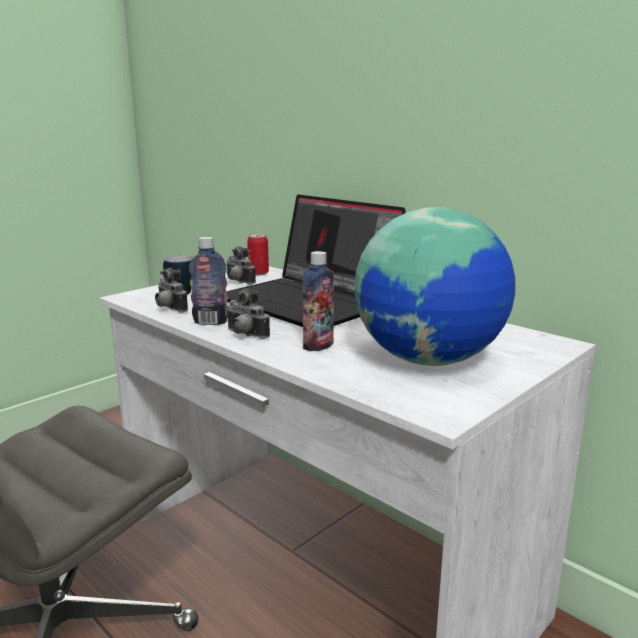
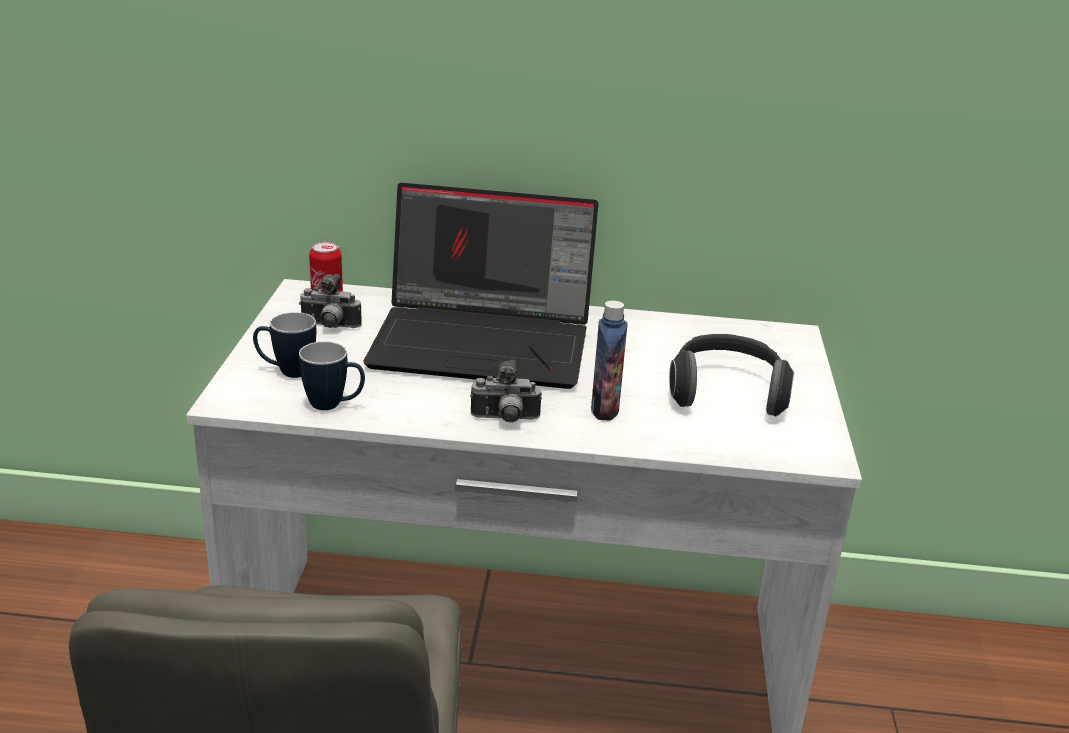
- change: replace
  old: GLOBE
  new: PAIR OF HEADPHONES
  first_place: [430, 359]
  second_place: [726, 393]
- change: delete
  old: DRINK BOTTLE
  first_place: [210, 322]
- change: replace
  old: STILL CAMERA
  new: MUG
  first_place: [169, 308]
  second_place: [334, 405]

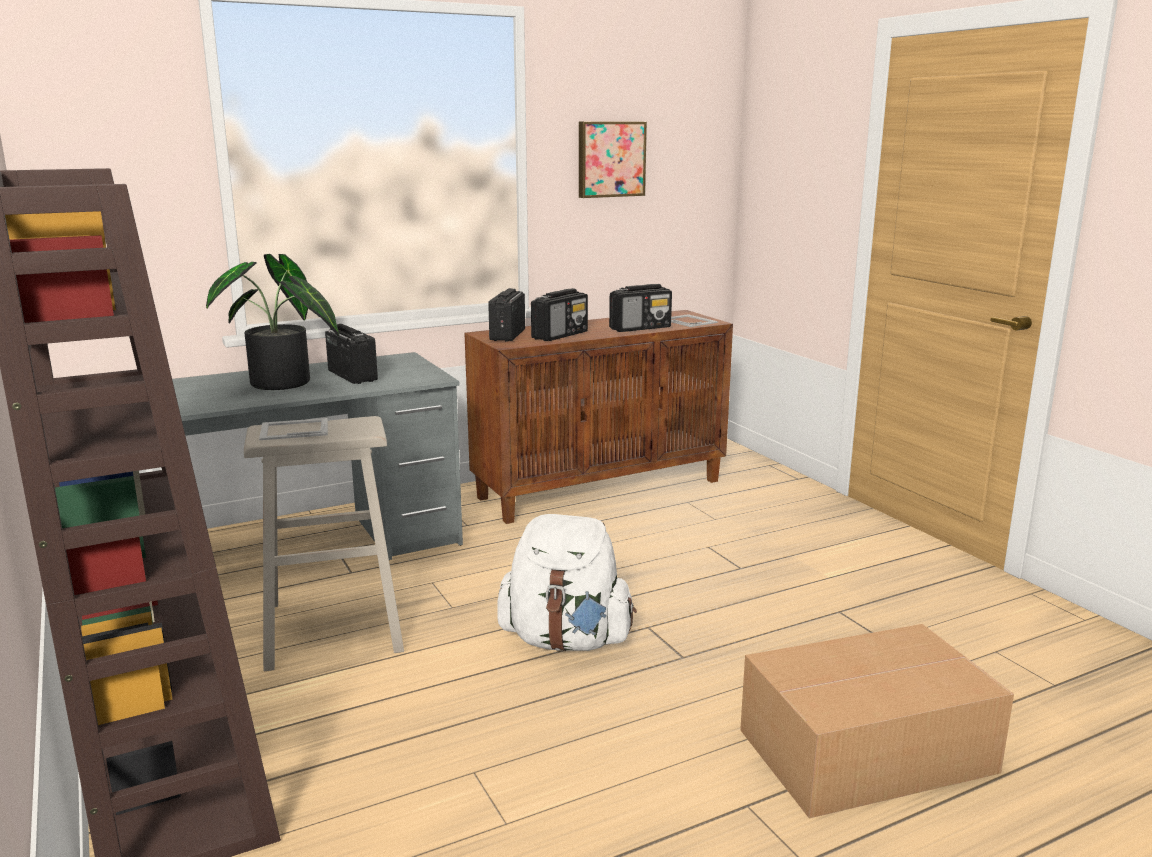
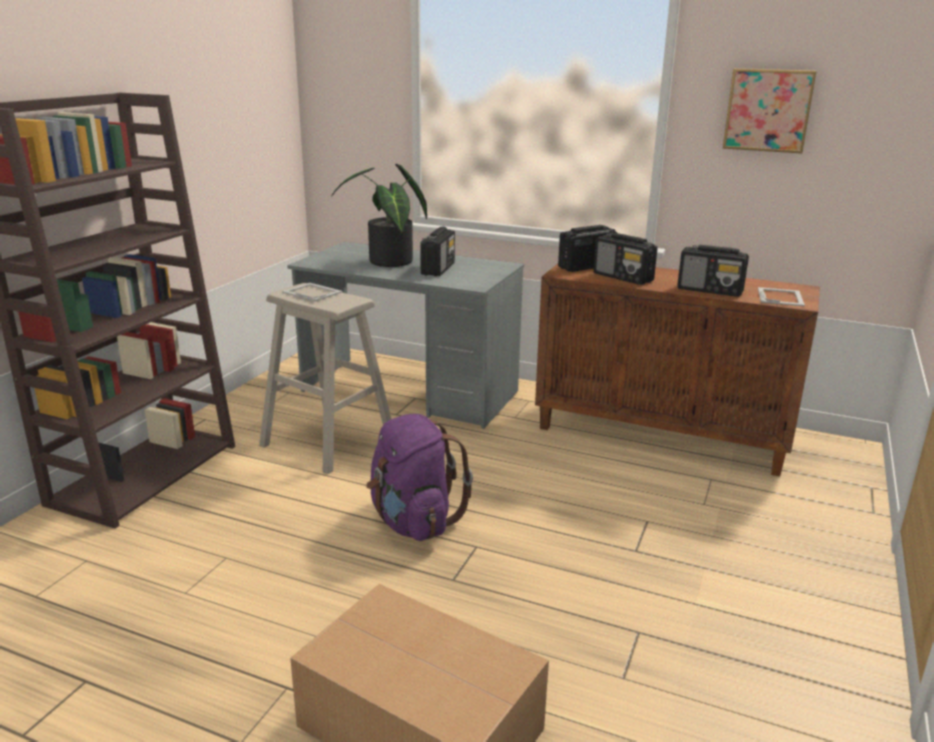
- change: rotate
  old: RADIO RECEIVER
  first_place: [560, 335]
  second_place: [623, 278]
  degrees: 45
- change: recolor
  old: WHITE-COLOURED RUCKSACK
  new: PURPLE RUCKSACK
  first_place: [566, 640]
  second_place: [413, 522]

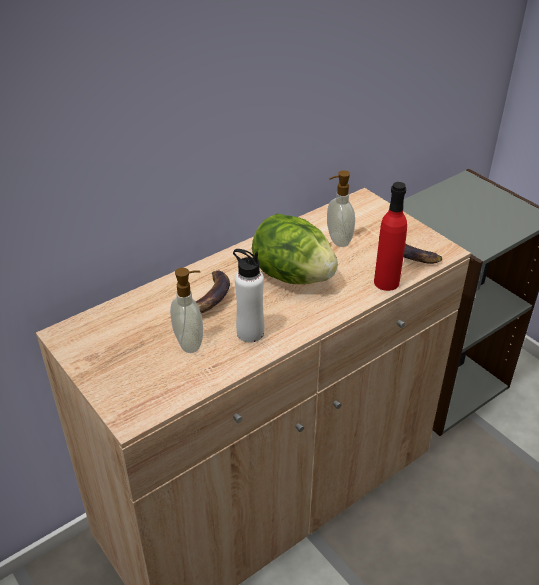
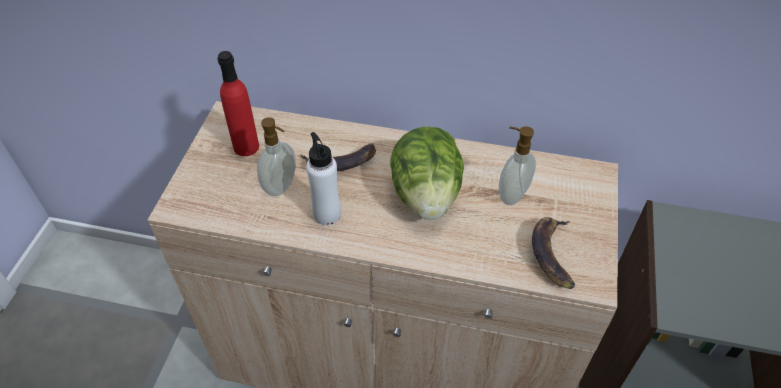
- change: move
  old: RED DRINK BOTTLE
  first_place: [386, 282]
  second_place: [246, 147]

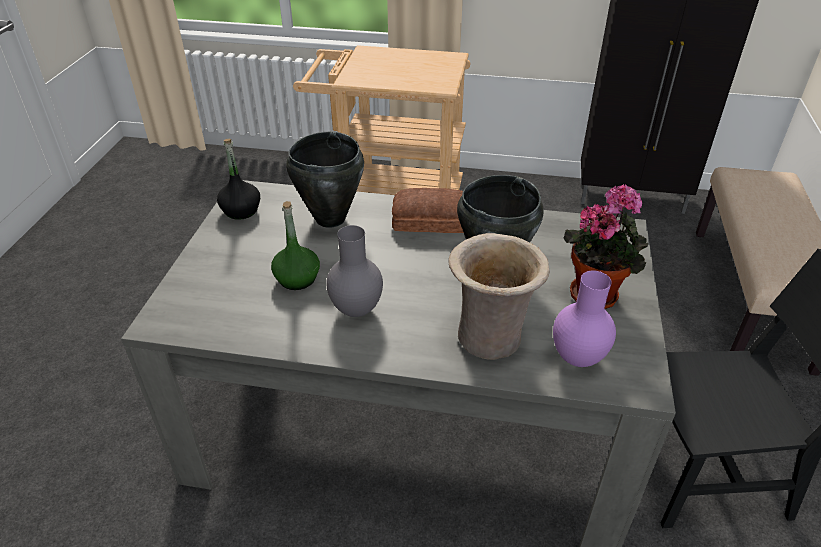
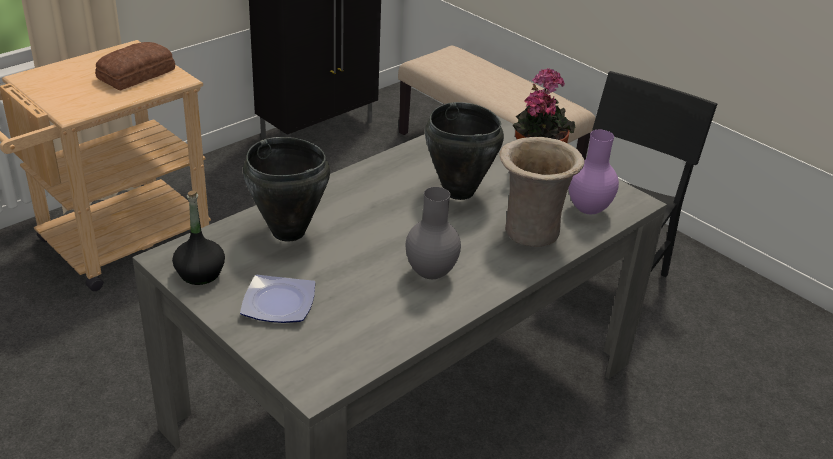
- change: move
  old: BREAD
  first_place: [433, 221]
  second_place: [138, 74]
- change: delete
  old: GREEN-COLOURED DRINK BOTTLE
  first_place: [297, 279]
- change: insert
  new: FLAT DISH
  second_place: [280, 302]

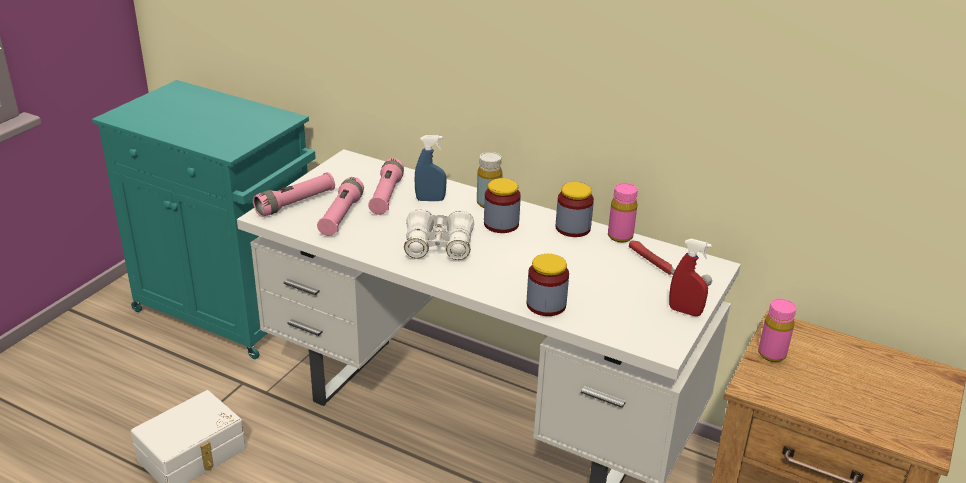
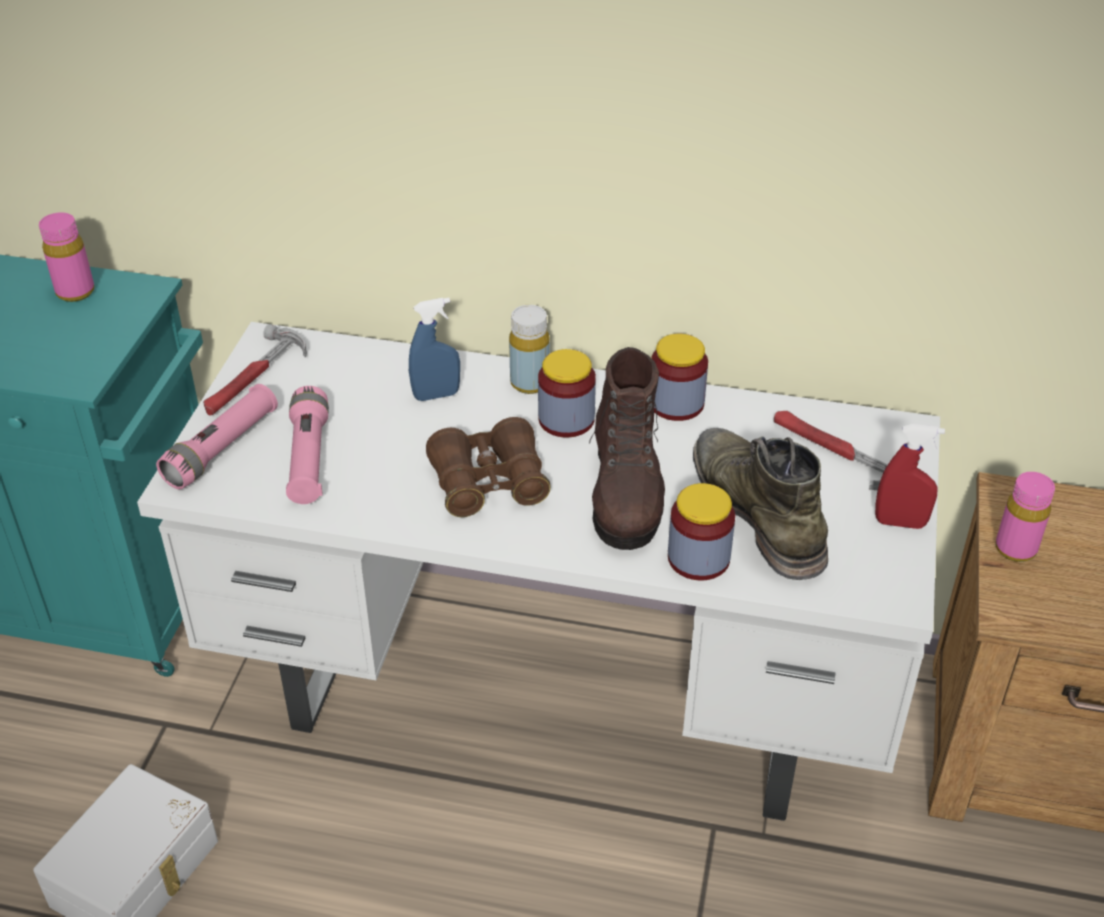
- change: delete
  old: PINKISH FLASHLIGHT
  first_place: [386, 196]
- change: move
  old: PINKISH DRINK BOTTLE
  first_place: [620, 236]
  second_place: [75, 292]
- change: recolor
  old: WHITE-COLOURED PAIR OF BINOCULARS
  new: BROWN-COLOURED PAIR OF BINOCULARS
  first_place: [438, 246]
  second_place: [489, 483]
- change: insert
  new: HAMMER
  second_place: [254, 378]
- change: insert
  new: BROWN-COLOURED BOOT
  second_place: [626, 494]
- change: insert
  new: GREEN-COLOURED BOOT
  second_place: [757, 511]

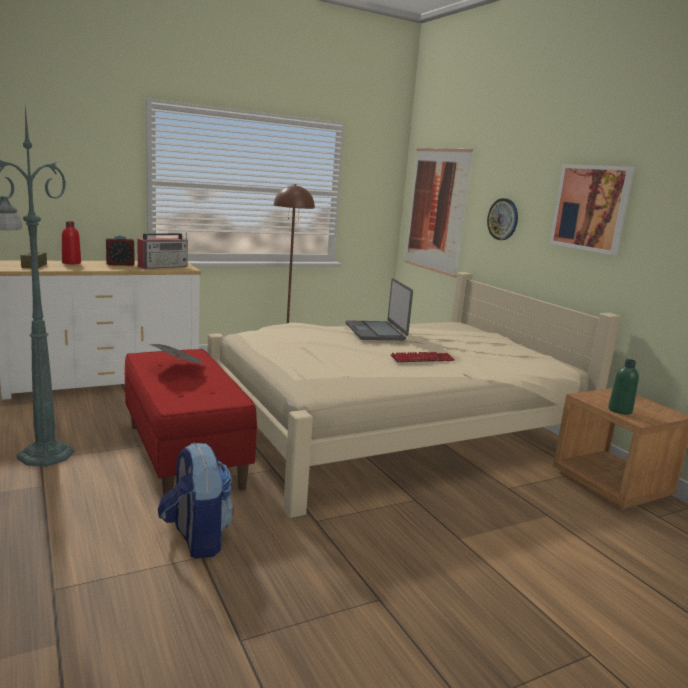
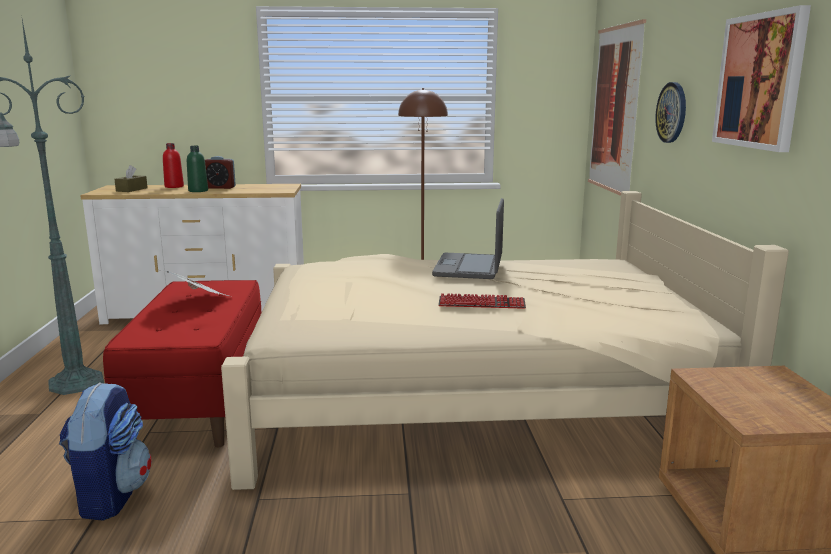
- change: delete
  old: RADIO RECEIVER
  first_place: [164, 266]
- change: move
  old: GREEN-COLOURED DRINK BOTTLE
  first_place: [620, 410]
  second_place: [198, 191]

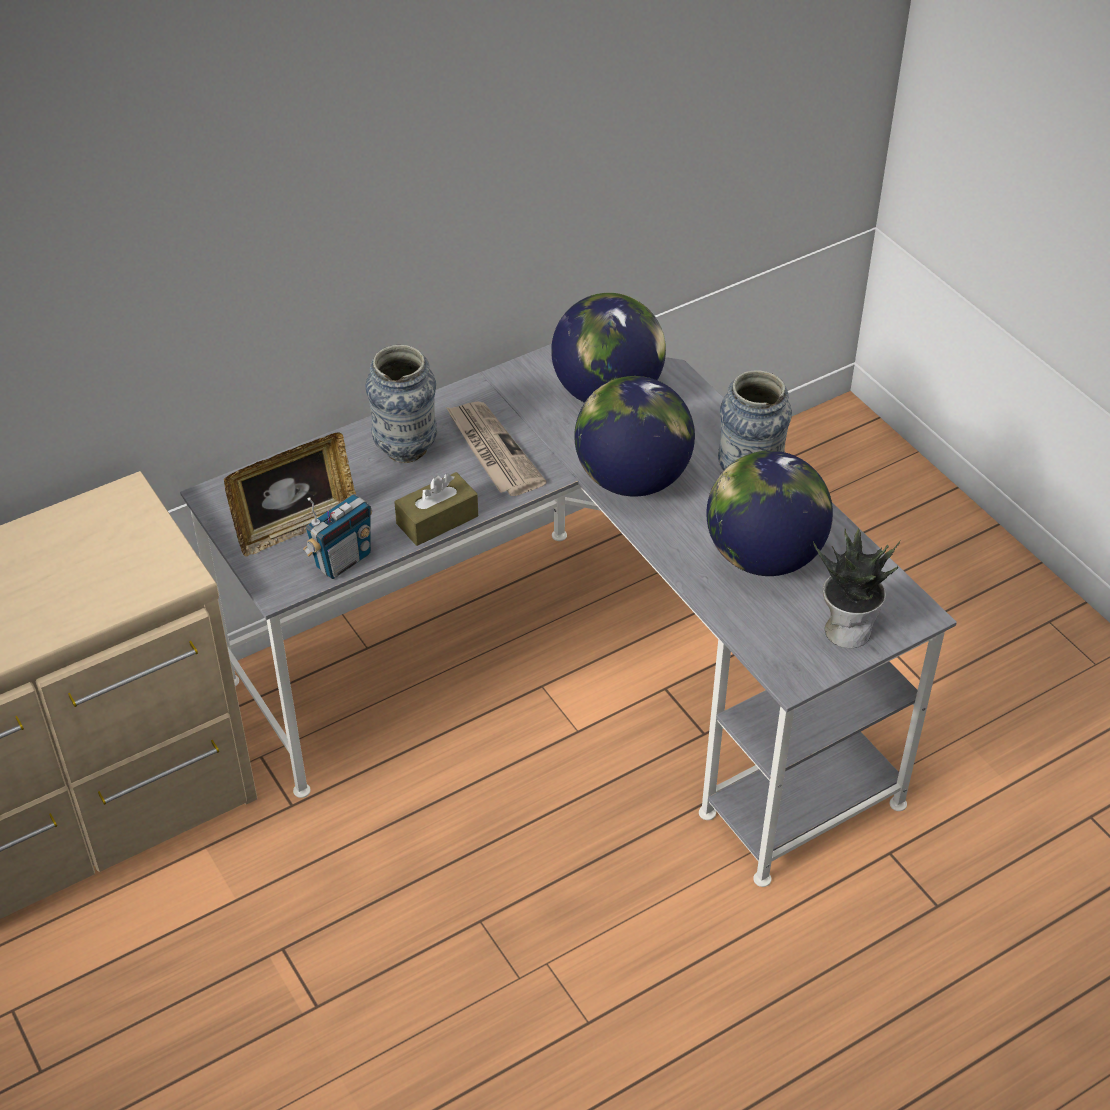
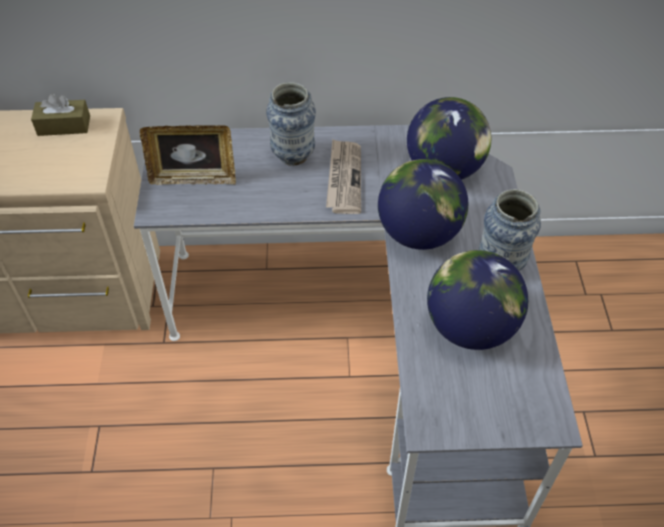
- change: move
  old: BROWN-COLOURED TISSUE HOLDER
  first_place: [437, 520]
  second_place: [64, 126]
- change: delete
  old: RADIO RECEIVER
  first_place: [342, 561]
- change: delete
  old: POTTED PLANT
  first_place: [847, 629]

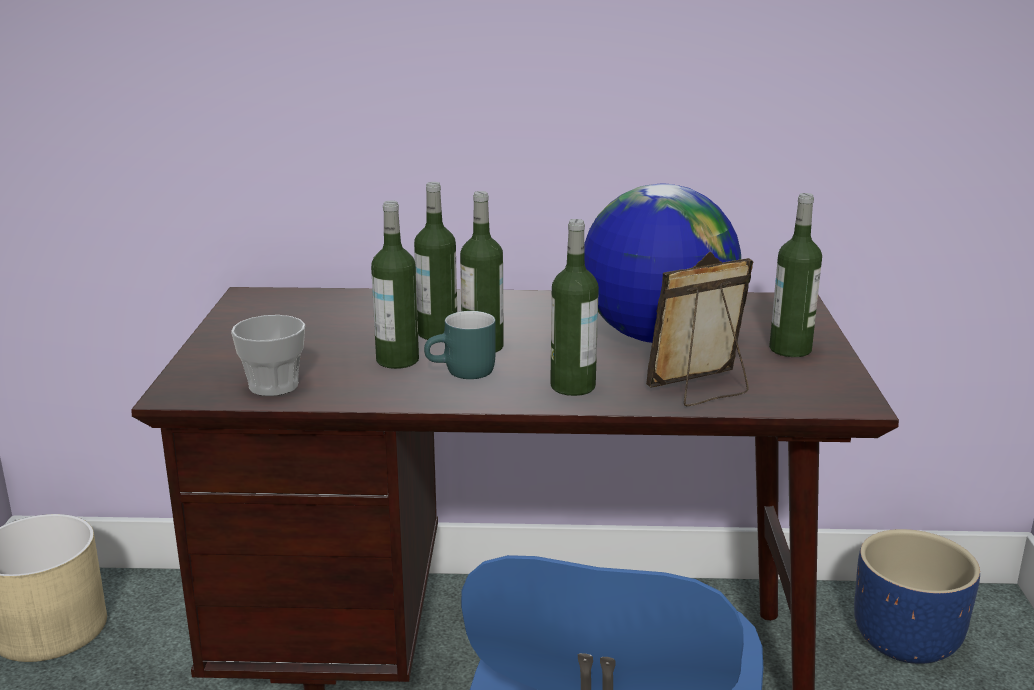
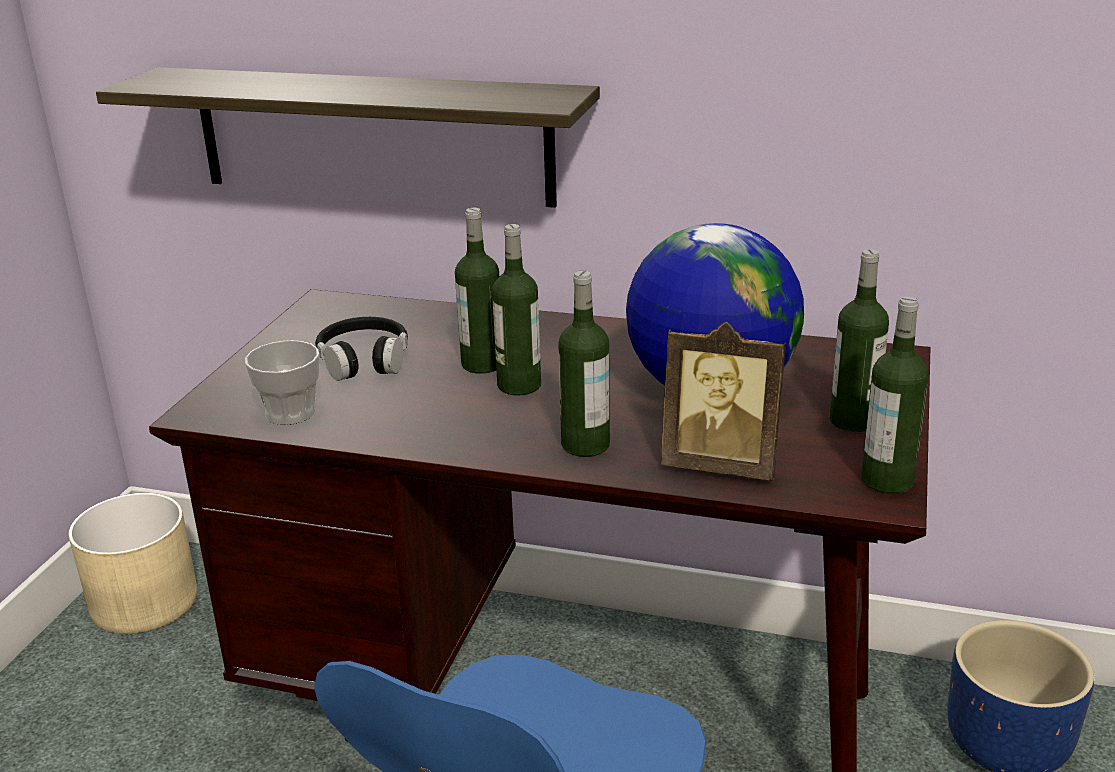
- change: move
  old: DRINK BOTTLE
  first_place: [397, 360]
  second_place: [887, 480]
- change: rotate
  old: PICTURE FRAME
  first_place: [701, 390]
  second_place: [721, 465]
  degrees: -150
- change: delete
  old: BLUE-GREEN MUG
  first_place: [463, 373]
- change: insert
  new: BRACKET SHELF
  second_place: [372, 136]
- change: insert
  new: BLACK PAIR OF HEADPHONES
  second_place: [364, 360]

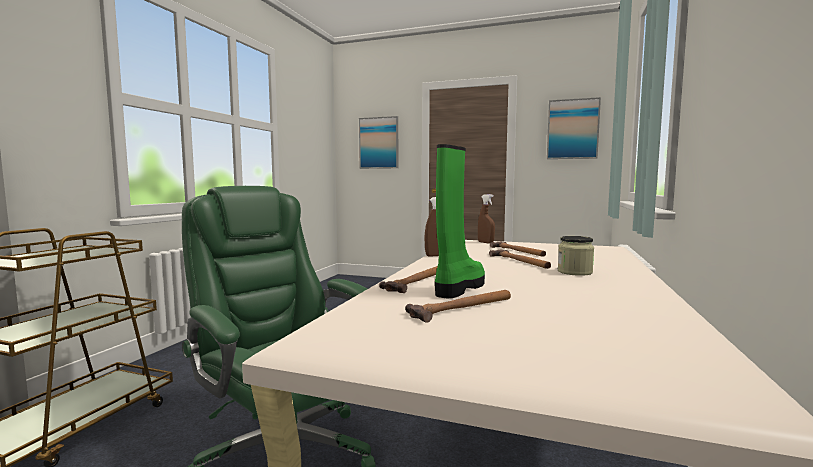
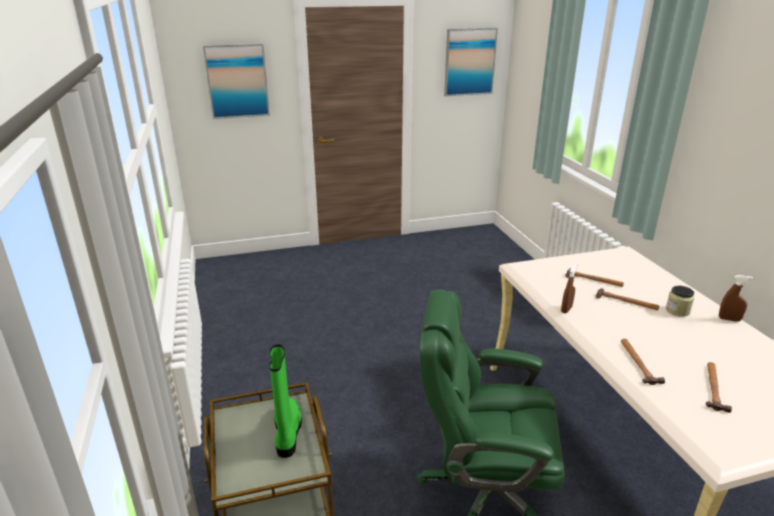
- change: move
  old: GREEN-COLOURED BOOT
  first_place: [459, 288]
  second_place: [287, 433]
- change: move
  old: BROWN-COLOURED SPRAY BOTTLE
  first_place: [485, 242]
  second_place: [729, 319]

